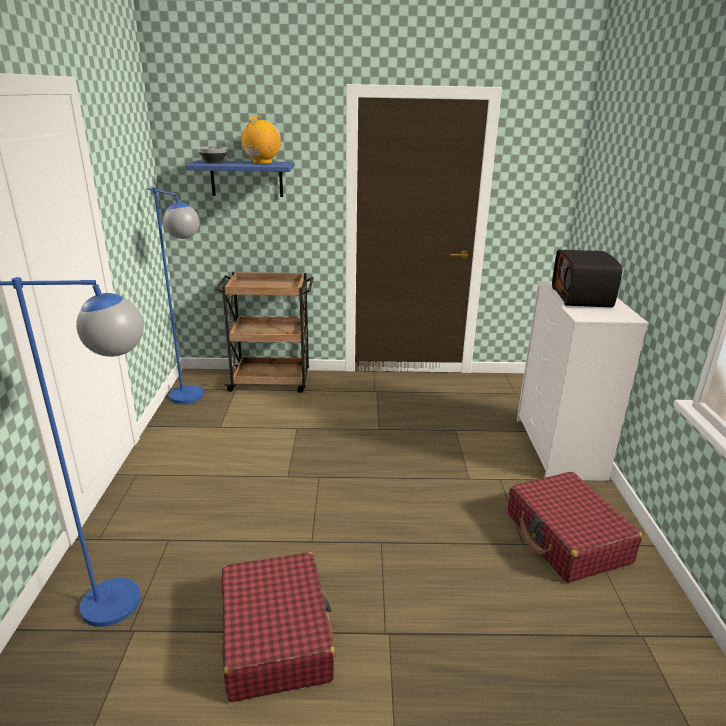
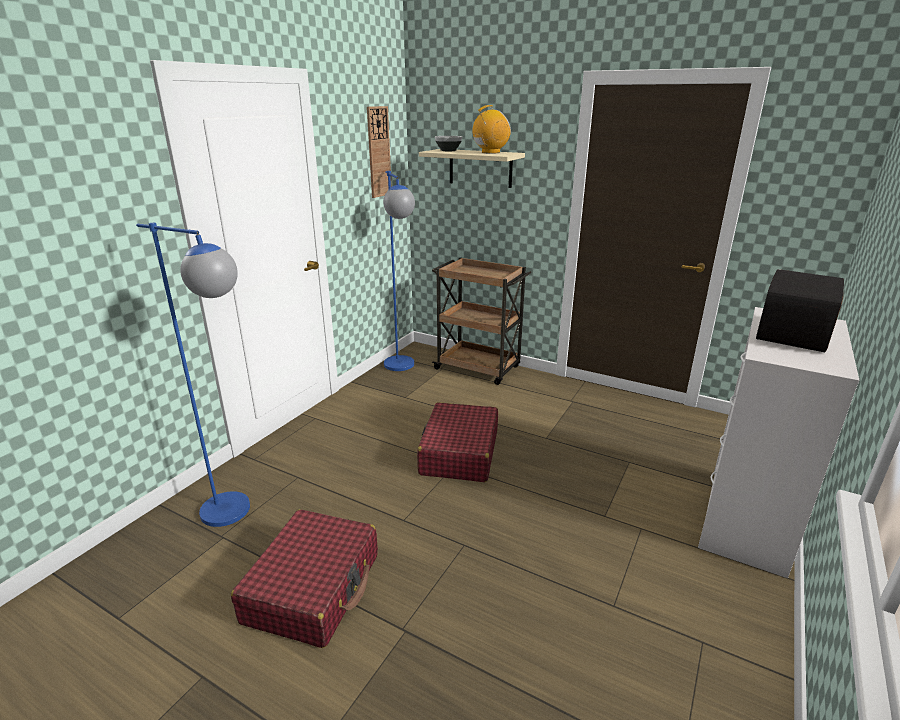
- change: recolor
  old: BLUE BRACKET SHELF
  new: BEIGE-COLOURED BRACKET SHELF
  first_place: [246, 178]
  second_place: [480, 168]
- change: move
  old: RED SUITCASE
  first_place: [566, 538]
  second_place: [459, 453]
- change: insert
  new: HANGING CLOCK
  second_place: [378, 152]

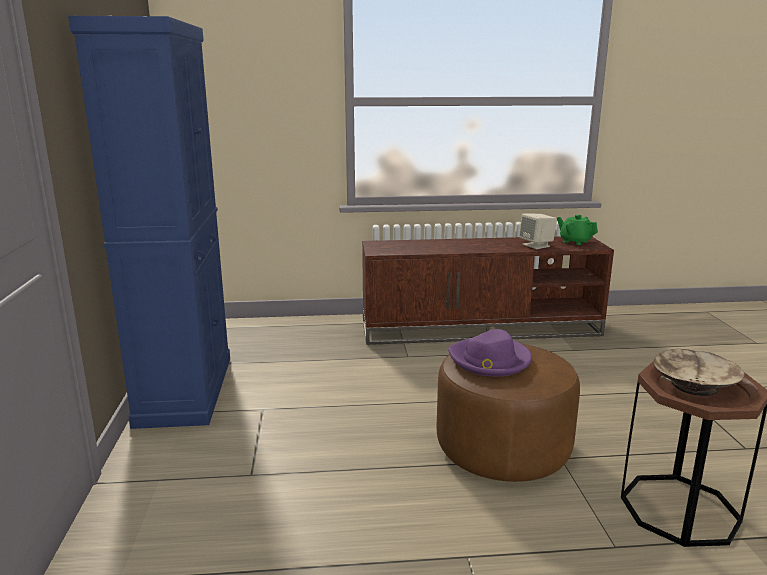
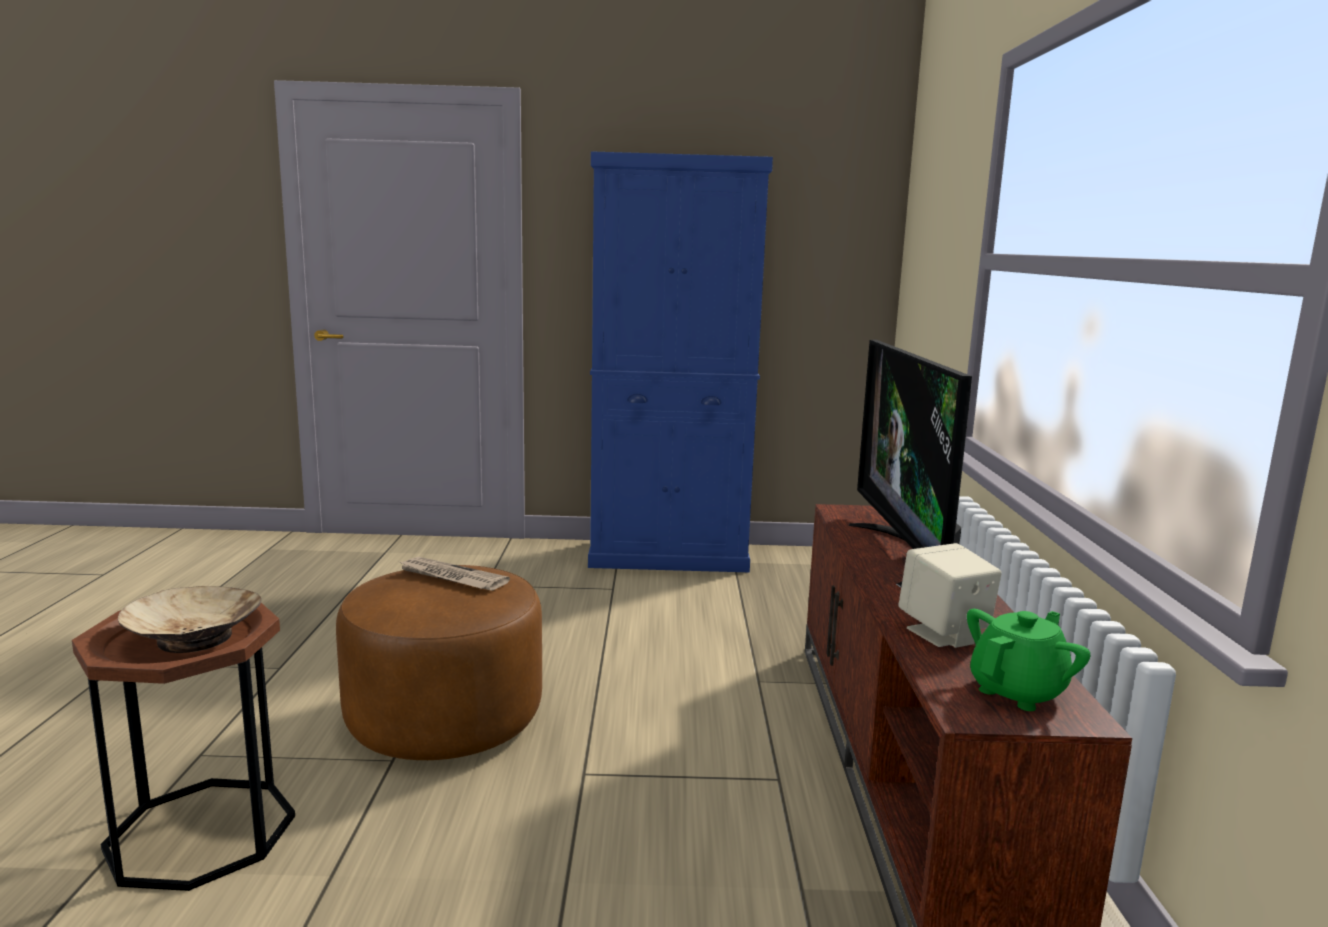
- change: replace
  old: PURPLE HAT
  new: NEWSPAPER
  first_place: [489, 360]
  second_place: [451, 577]
- change: insert
  new: TV
  second_place: [906, 554]

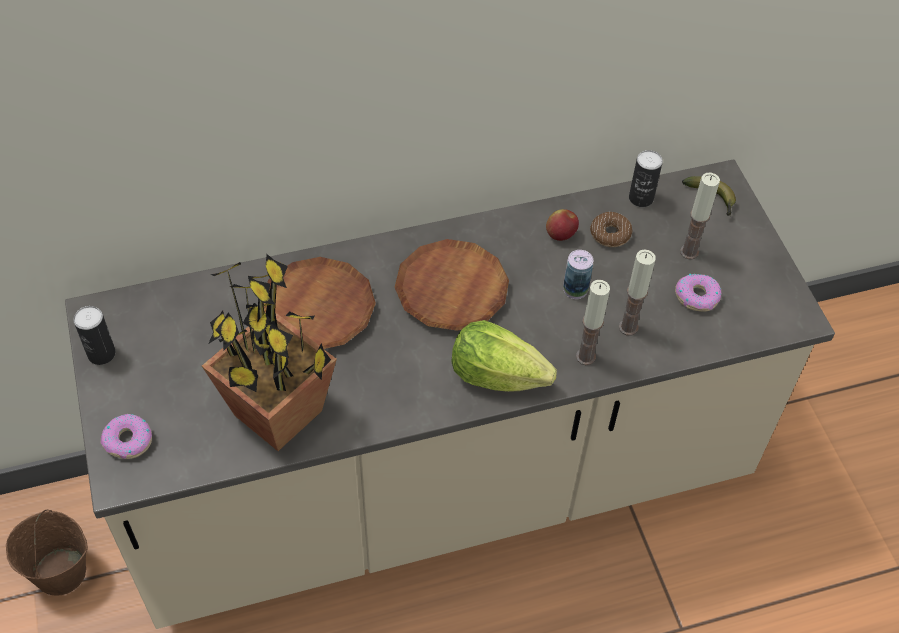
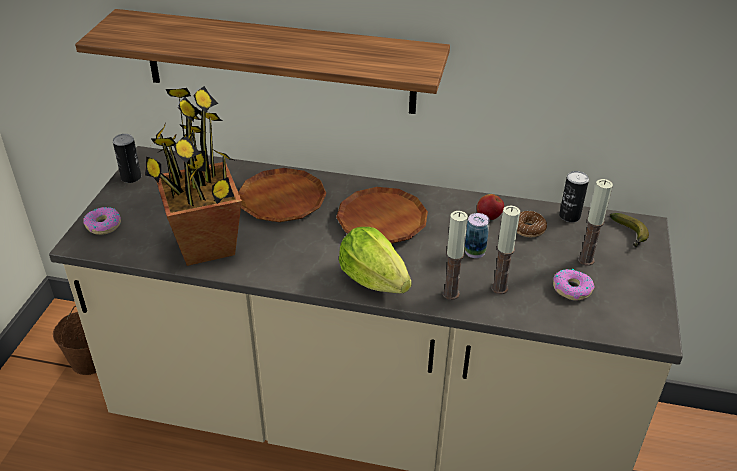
- change: insert
  new: BRACKET SHELF
  second_place: [279, 62]

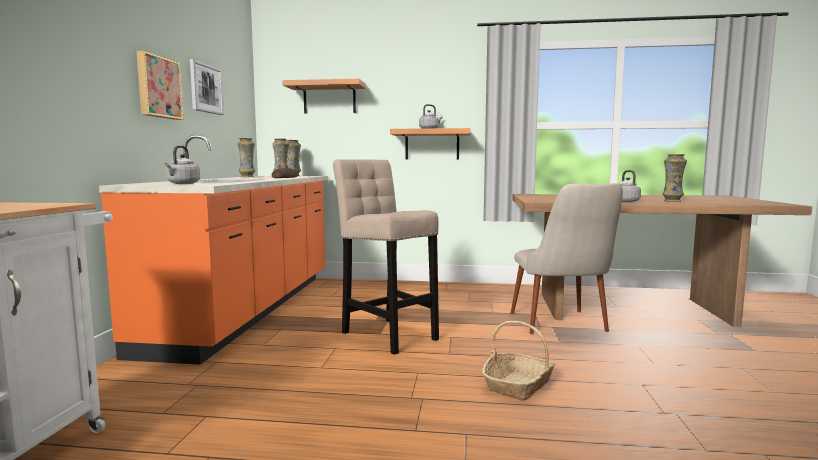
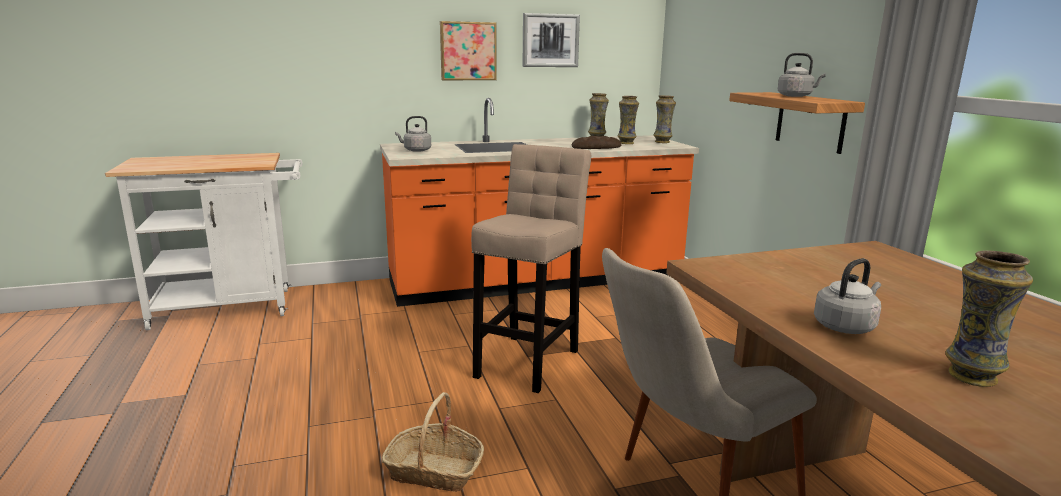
- change: delete
  old: BRACKET SHELF
  first_place: [329, 98]

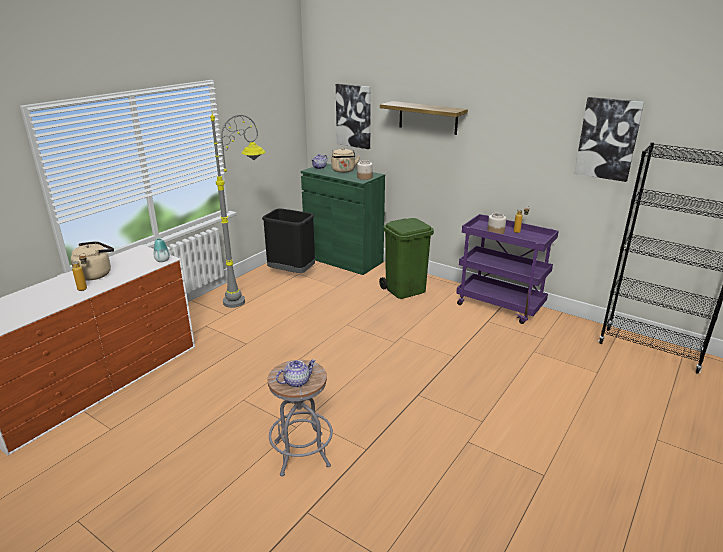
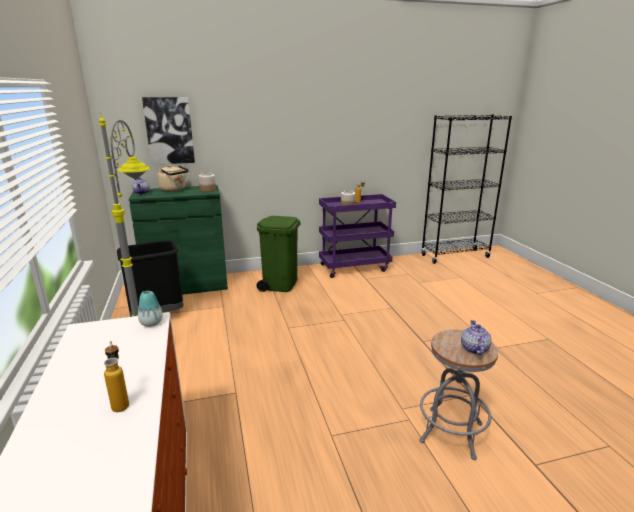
- change: delete
  old: PICTURE
  first_place: [608, 139]
- change: delete
  old: BRACKET SHELF
  first_place: [428, 118]
- change: delete
  old: BEIGE-COLOURED TEA KETTLE
  first_place: [96, 274]

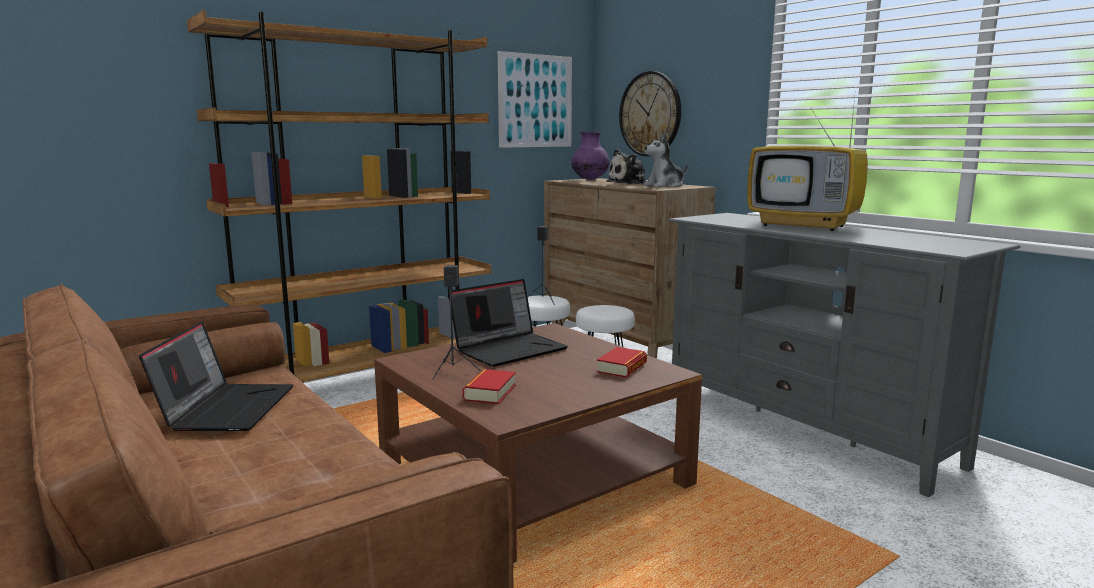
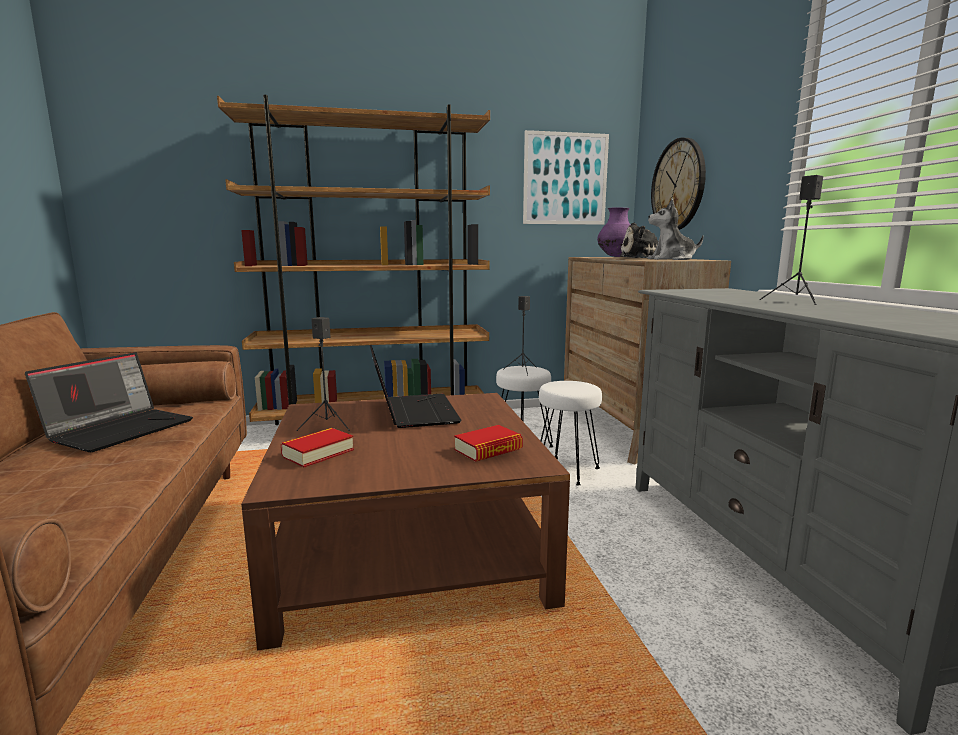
- change: replace
  old: TV
  new: BLACK LOUDSPEAKER
  first_place: [805, 226]
  second_place: [796, 301]
- change: rotate
  old: LAPTOP
  first_place: [509, 349]
  second_place: [412, 412]
  degrees: -90

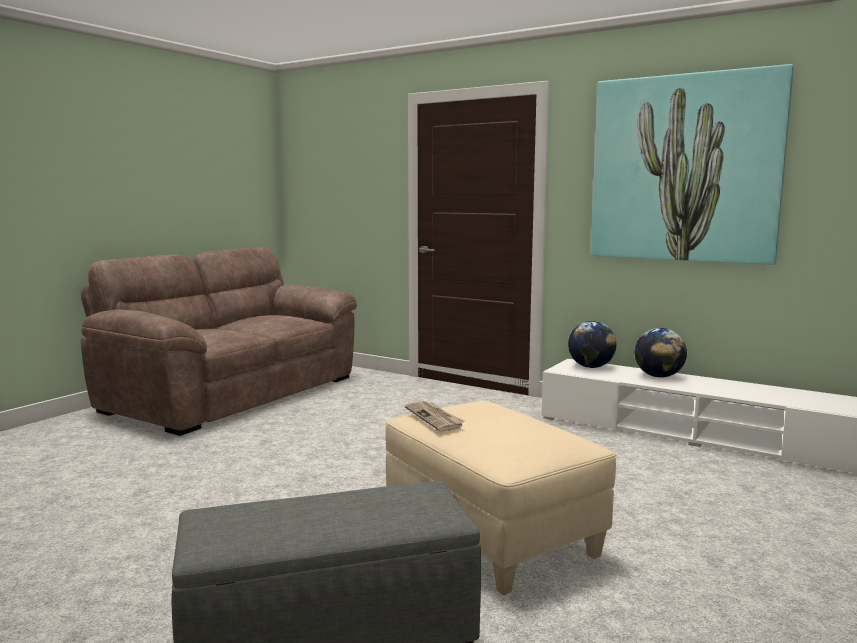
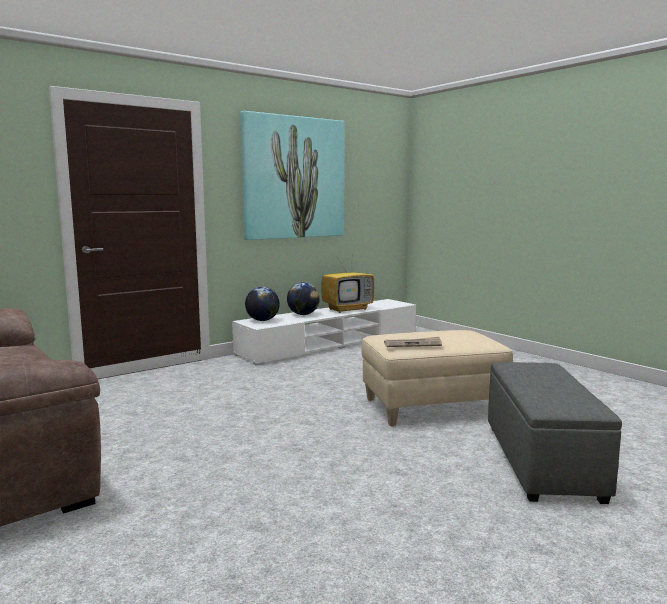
- change: insert
  new: TV
  second_place: [348, 309]

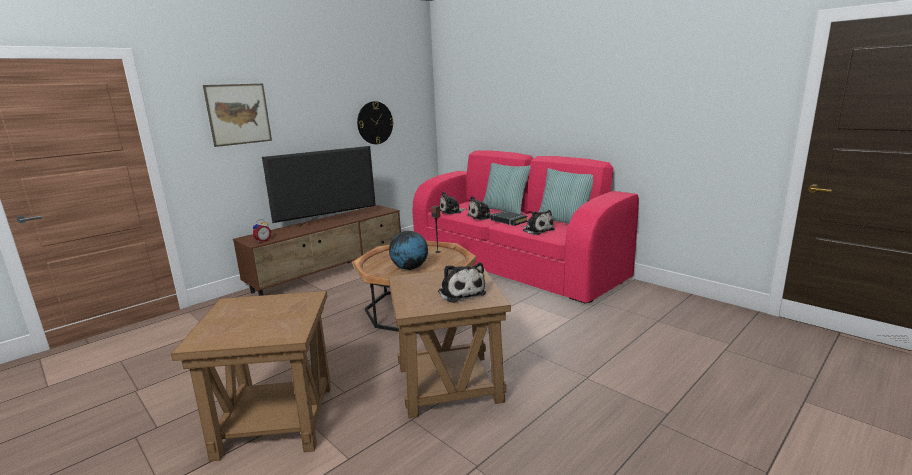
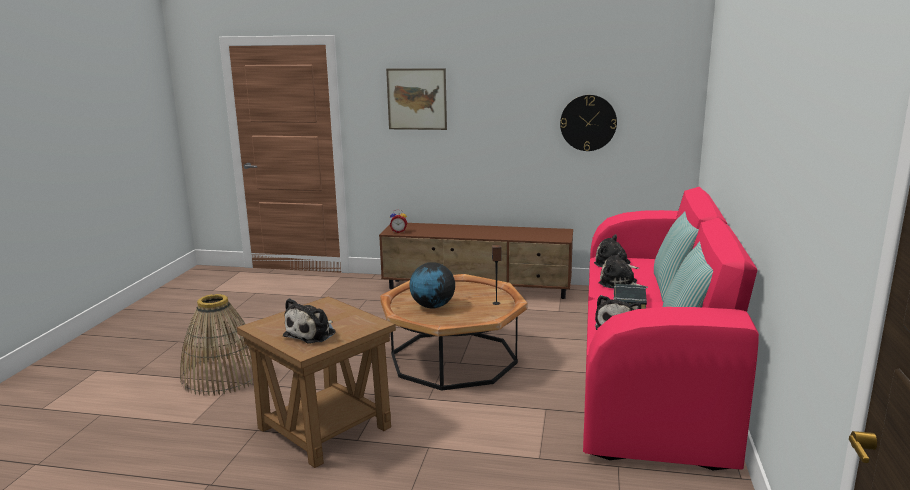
- change: delete
  old: TV
  first_place: [327, 221]
- change: replace
  old: BROWN-COLOURED END TABLE
  new: BASKET
  first_place: [275, 419]
  second_place: [222, 376]

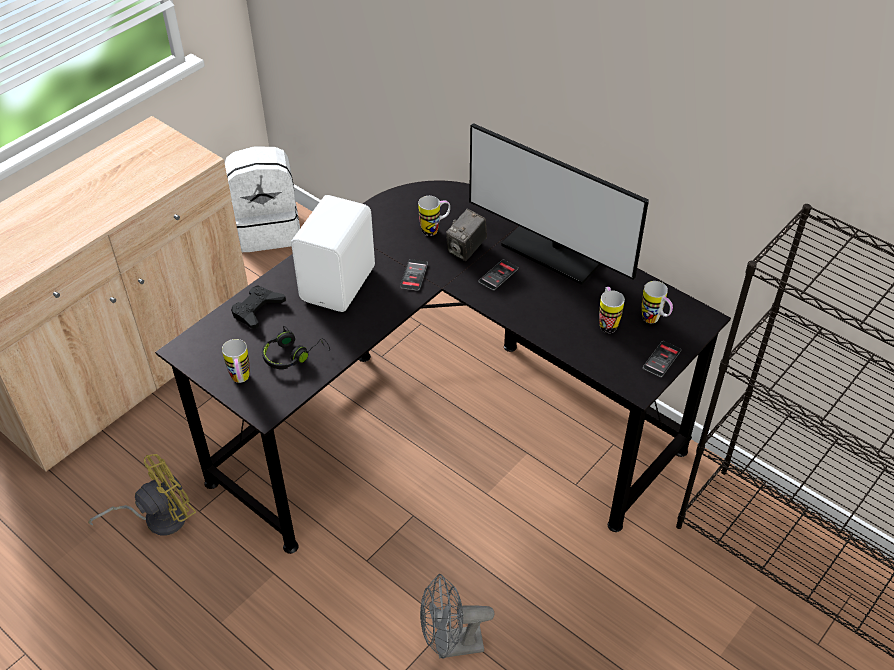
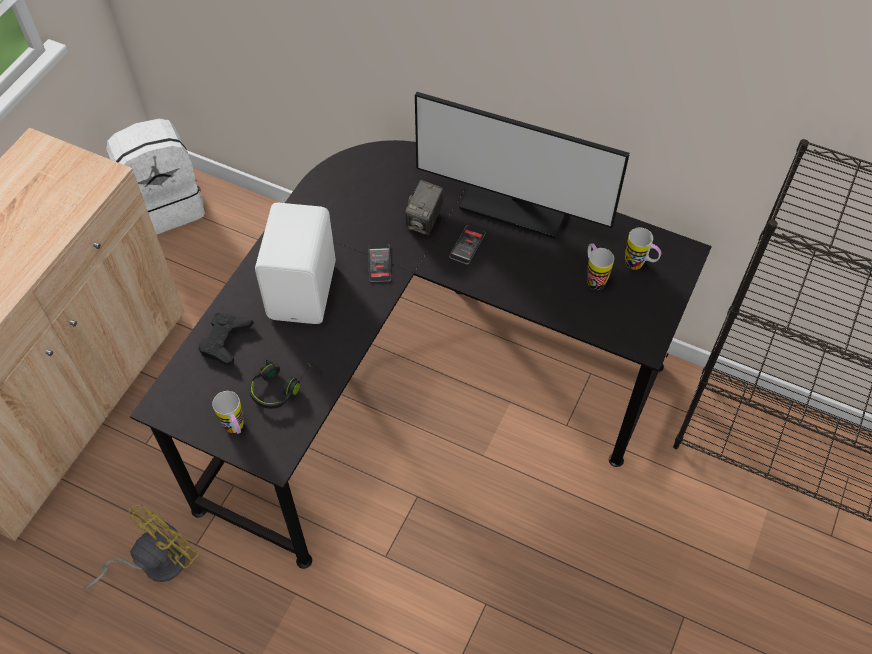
- change: delete
  old: MUG
  first_place: [434, 230]
- change: delete
  old: PHONE
  first_place: [661, 359]
- change: delete
  old: GREY FAN
  first_place: [451, 645]

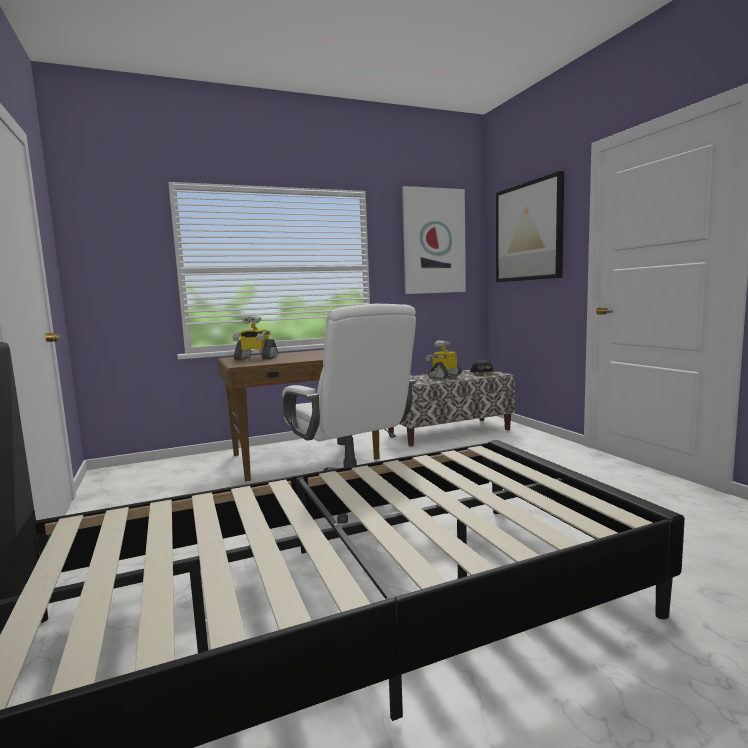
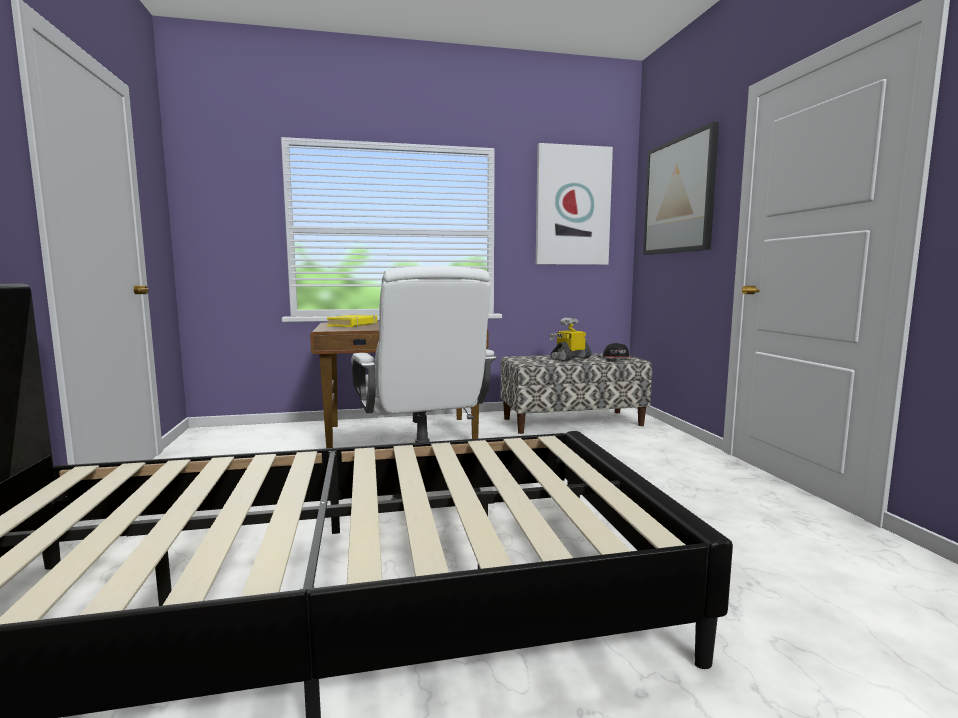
- change: replace
  old: MODEL ROBOT
  new: YELLOW-COLOURED BOOK
  first_place: [255, 358]
  second_place: [353, 325]

